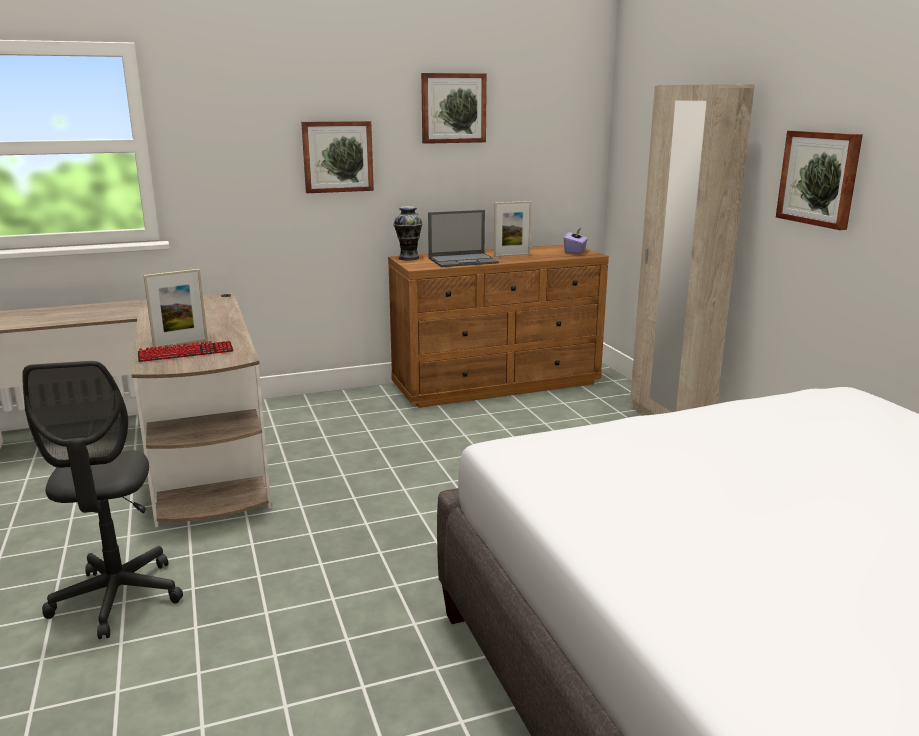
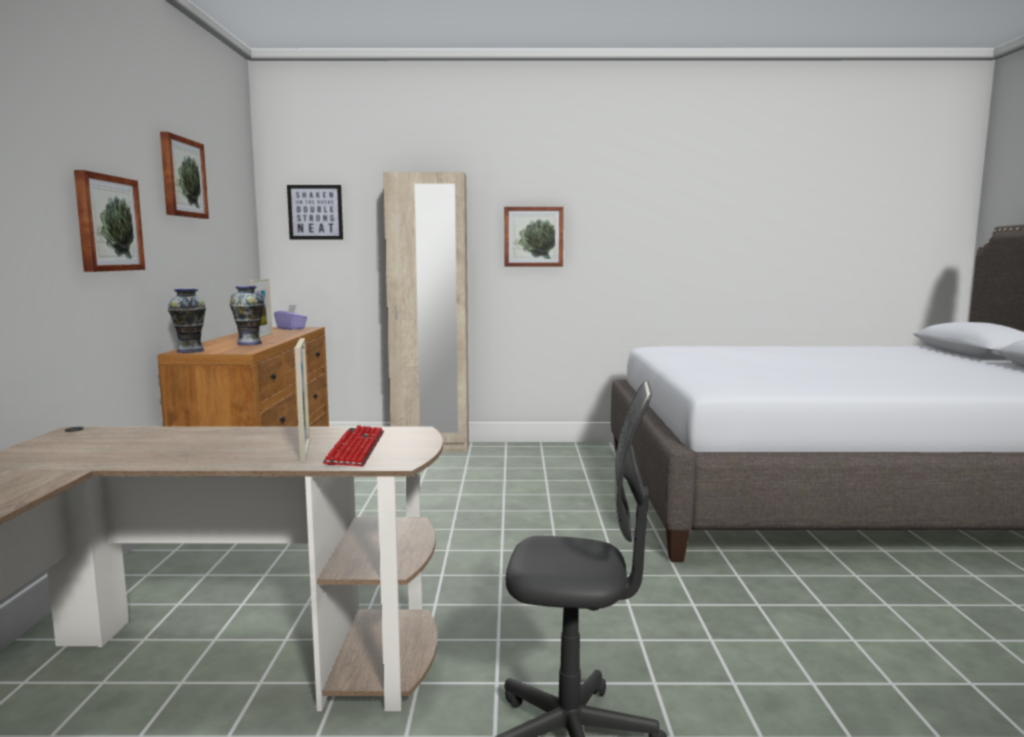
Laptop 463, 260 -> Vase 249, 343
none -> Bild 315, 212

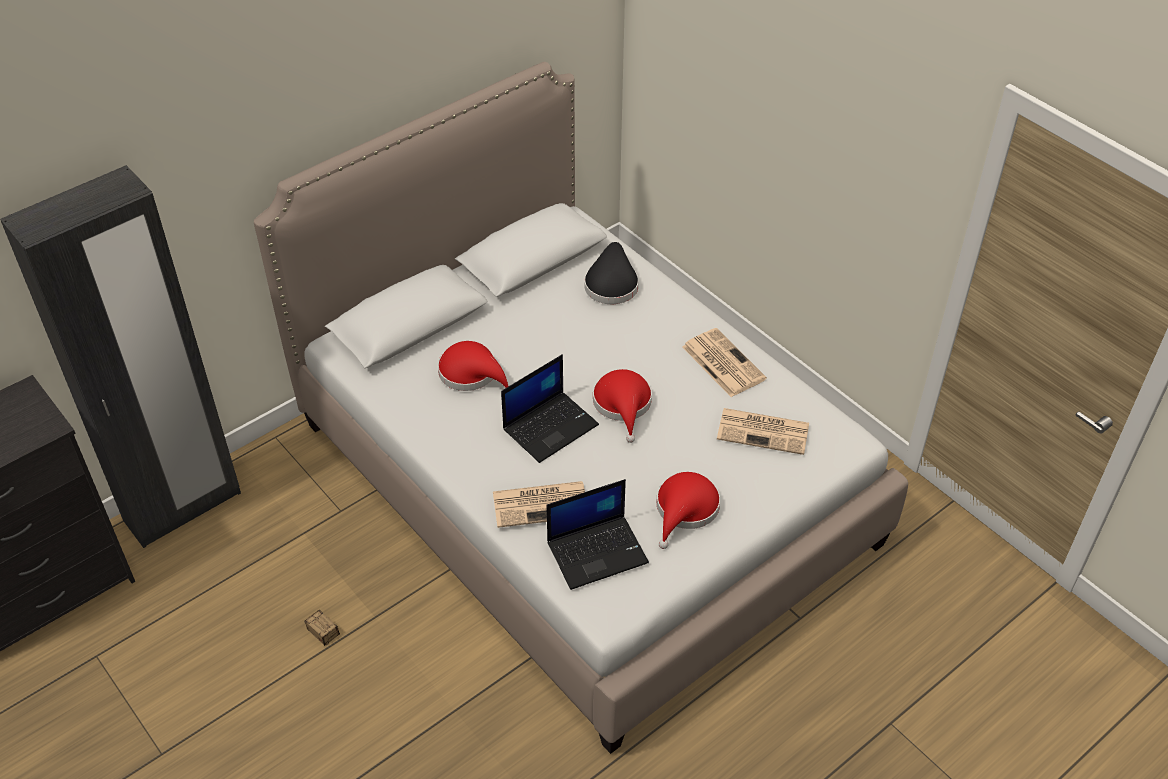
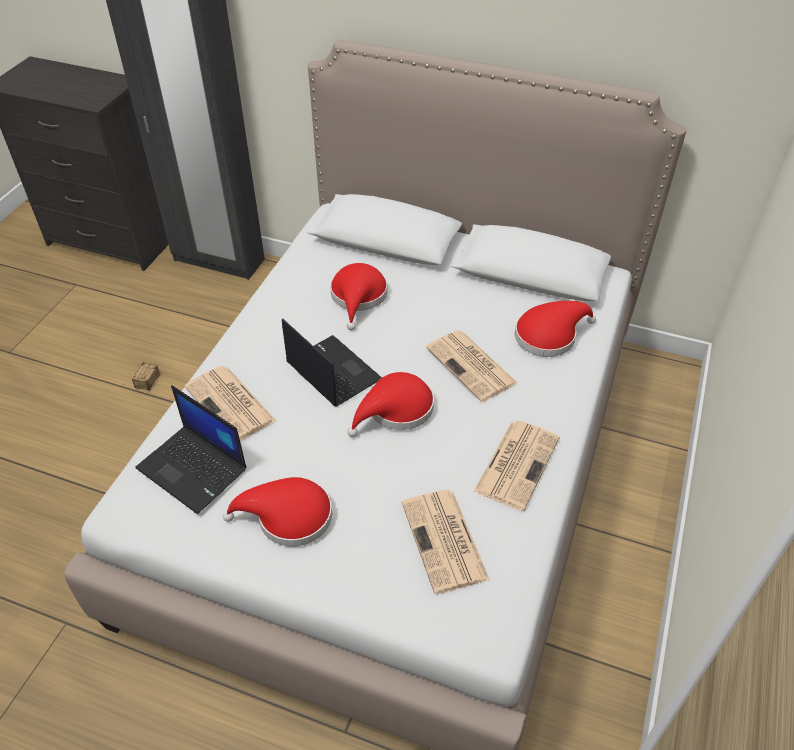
Hut (schwarz) 611, 283 -> Hut (rot) 549, 335
Laptop 550, 426 -> Laptop 332, 371, 150 degrees counterclockwise
none -> Zeitung 472, 366

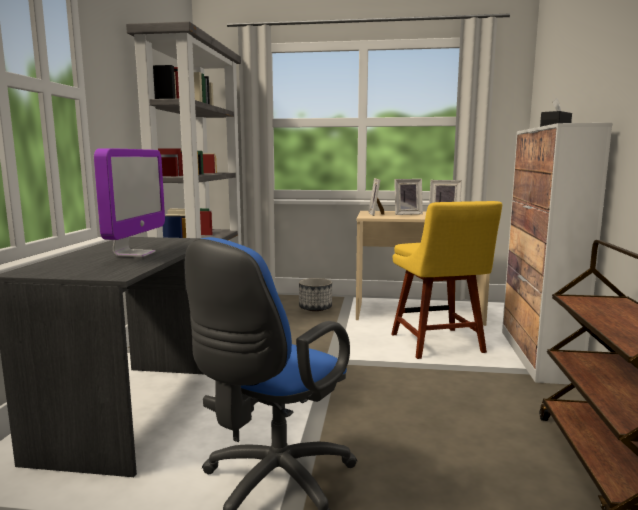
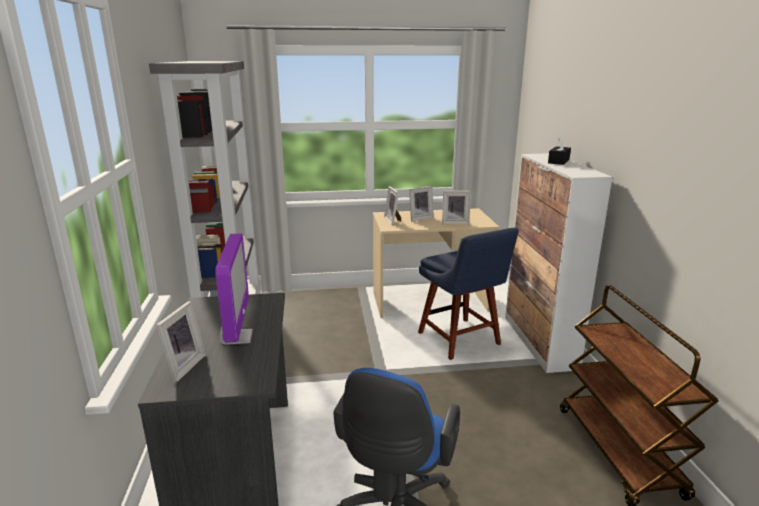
Stuhl (gelb) 438, 344 -> Stuhl (blau) 461, 340
Pflanzkübel 315, 308 -> none
none -> Bilderrahmen 182, 366

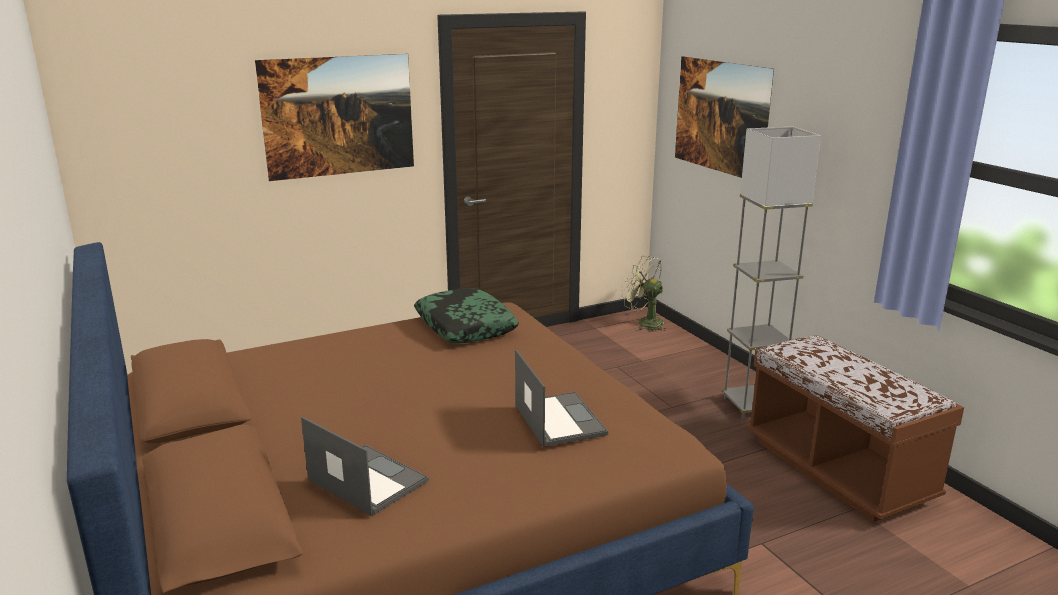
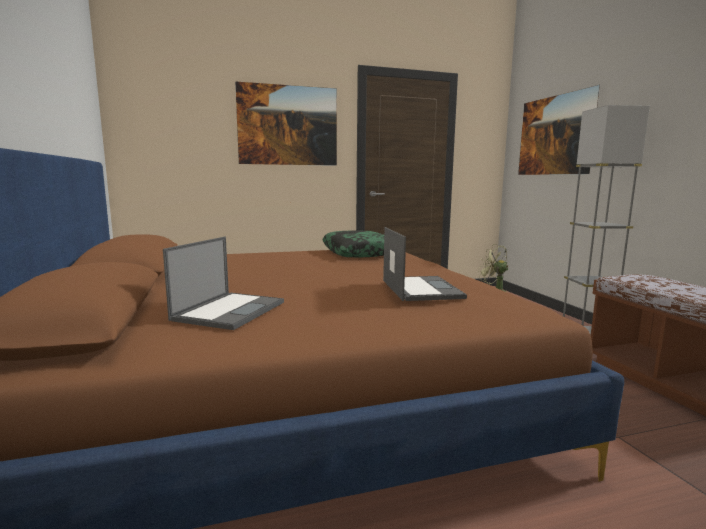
Laptop 366, 480 -> Laptop 230, 310, 60 degrees clockwise

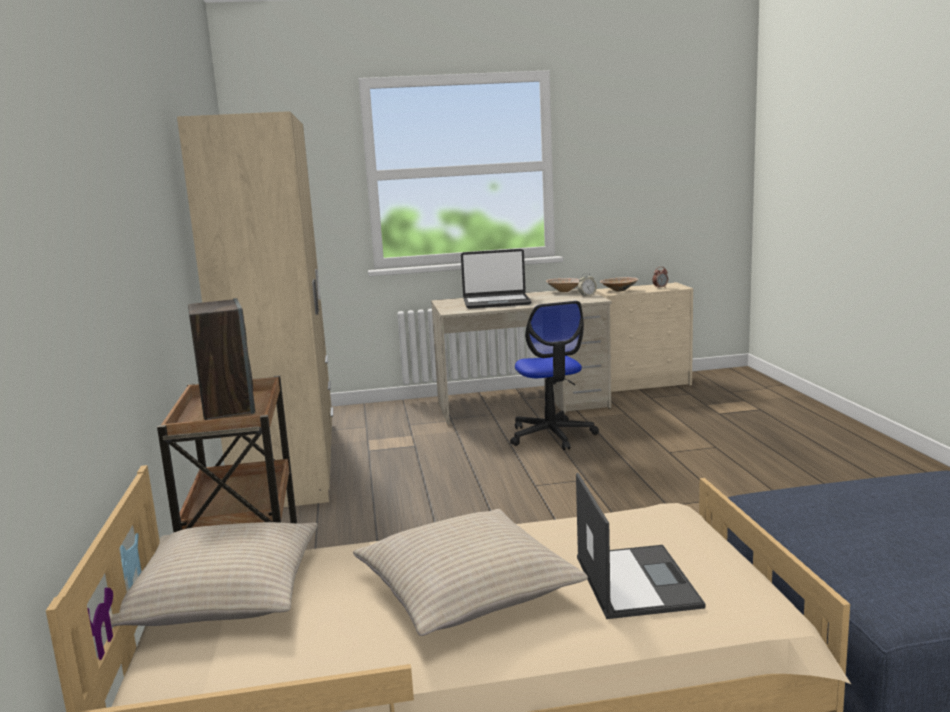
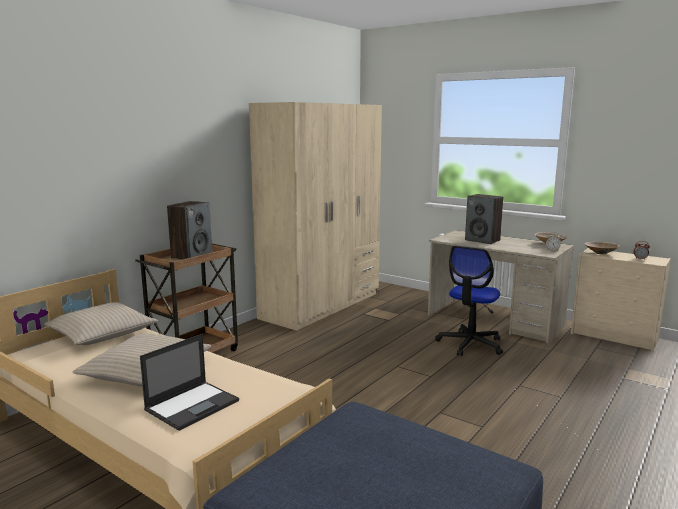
Laptop 496, 302 -> Lautsprecher 483, 240

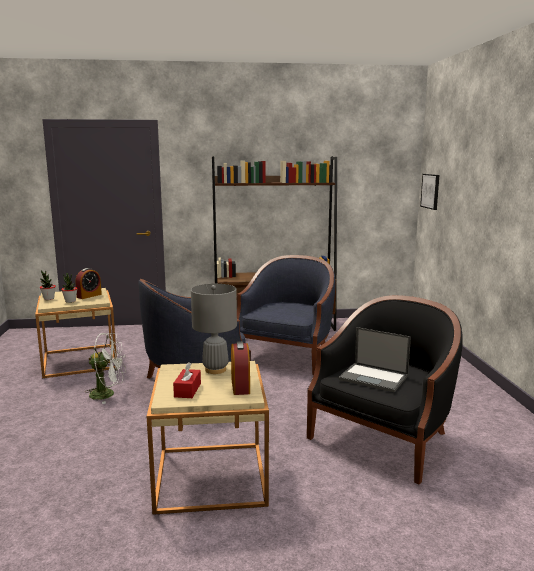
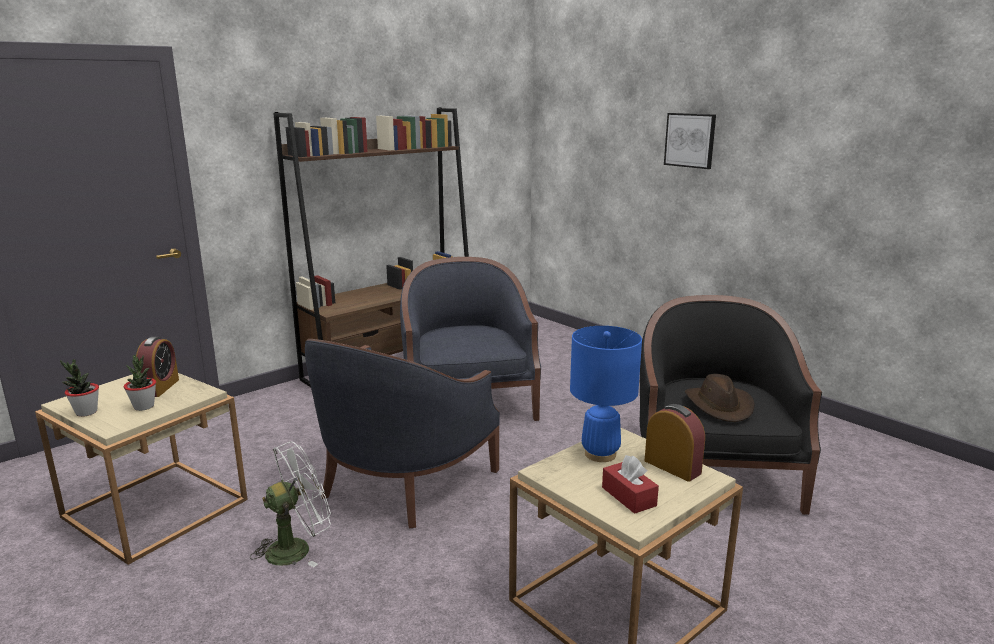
Bild 430, 191 -> Bild 690, 140, move
Tischlampe (grau) 215, 369 -> Tischlampe (blau) 600, 454
Laptop 374, 378 -> Hut (braun) 719, 405

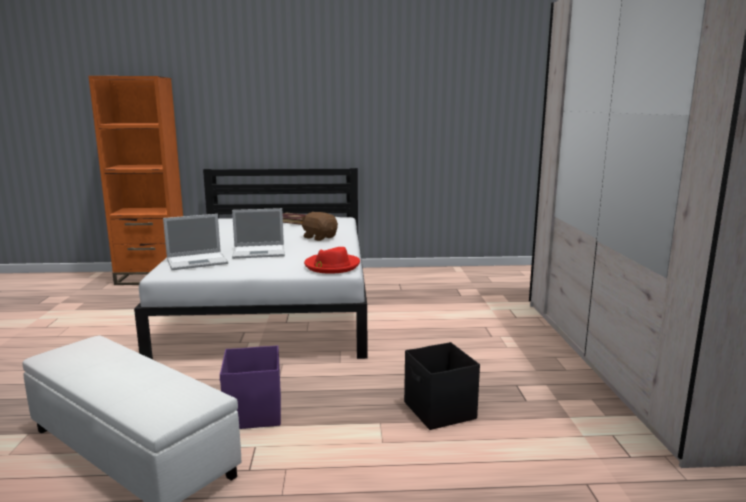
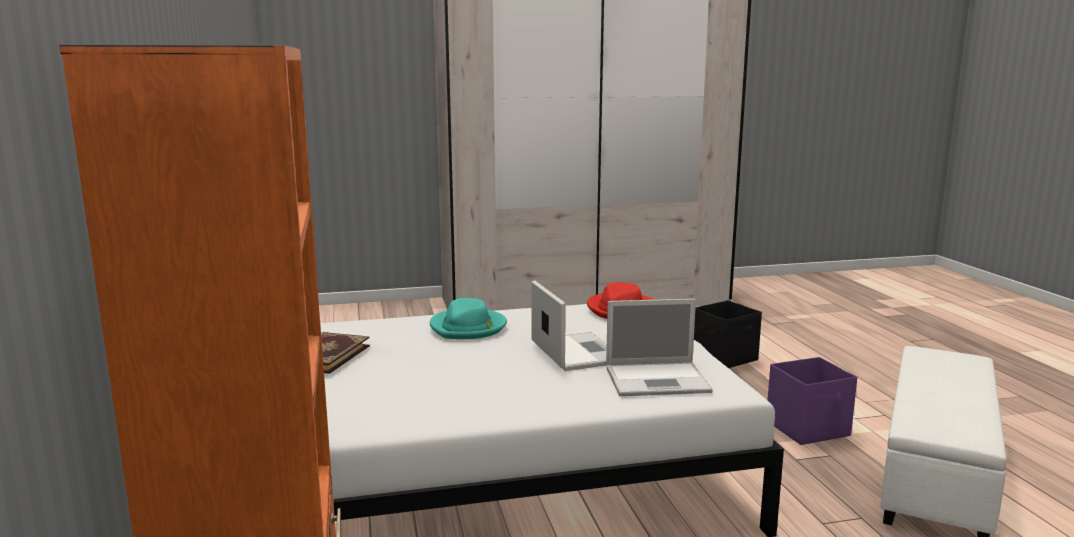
Plüschtier (braun) 319, 237 -> Hut (türkis) 468, 327
Laptop 198, 261 -> Laptop 659, 379, 120 degrees clockwise

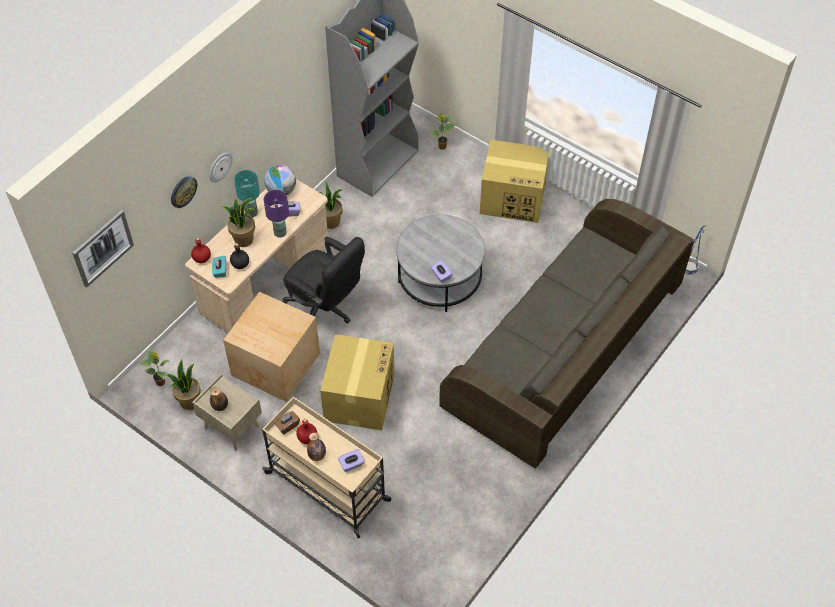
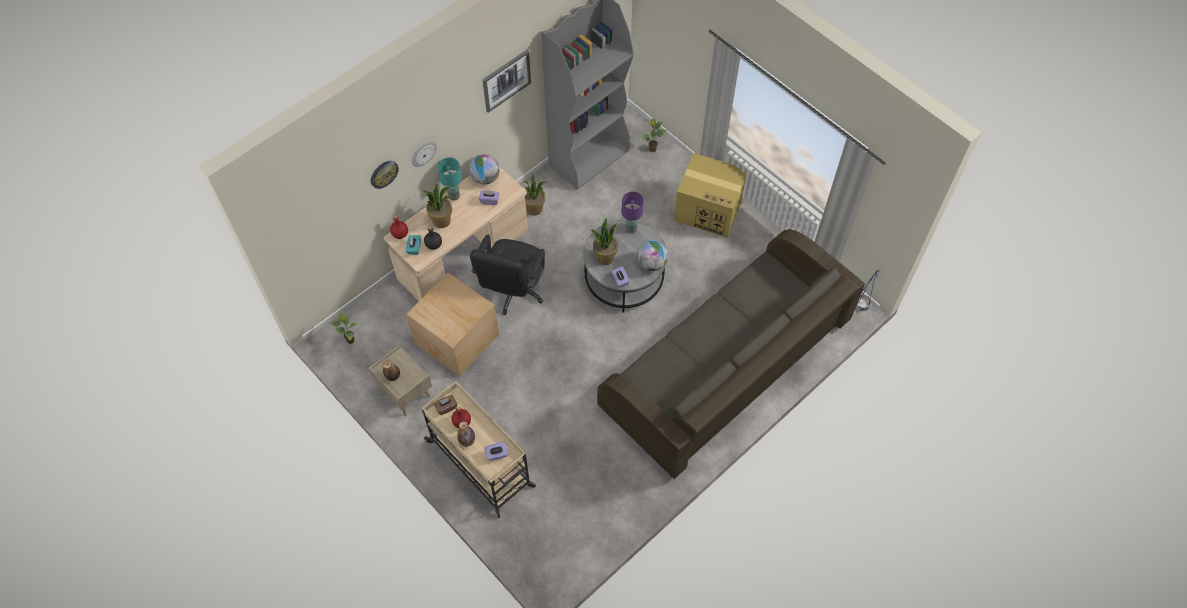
Tischlampe (lila) 279, 233 -> Tischlampe (lila) 631, 228, move
Bild 102, 248 -> Bild 506, 80, move
Bürostuhl (schwarz) 325, 308 -> Bürostuhl (schwarz) 513, 292, 60 degrees clockwise
Karton 359, 396 -> none
Topfpflanze 189, 401 -> Topfpflanze 604, 257, move
none -> Globus 651, 264

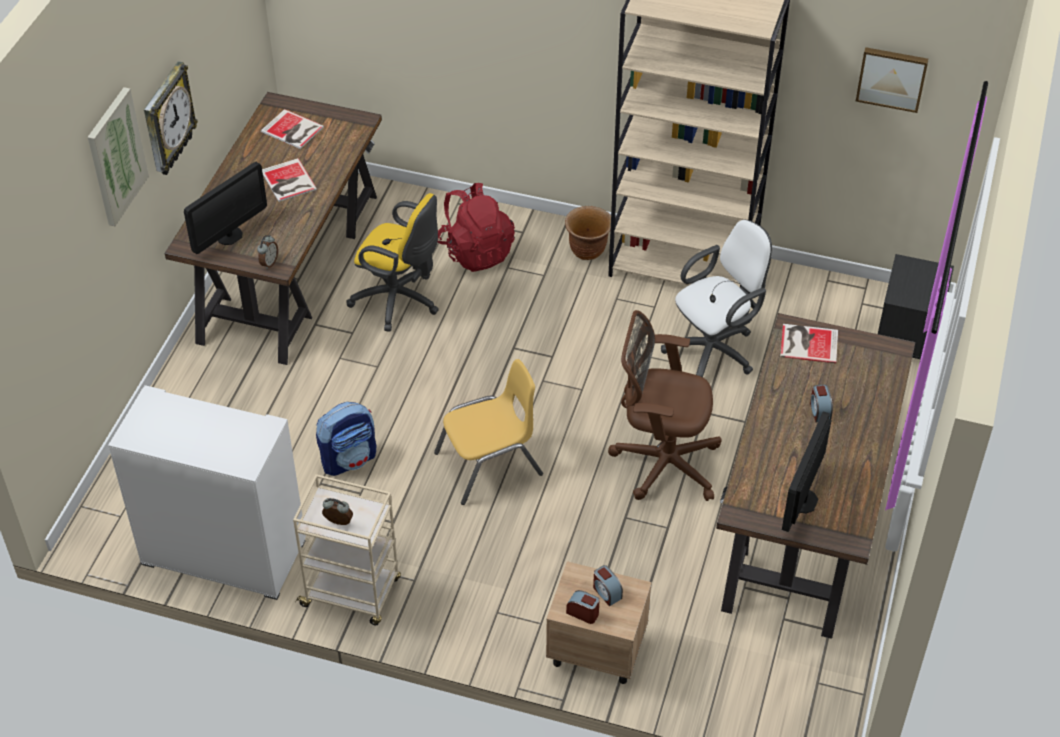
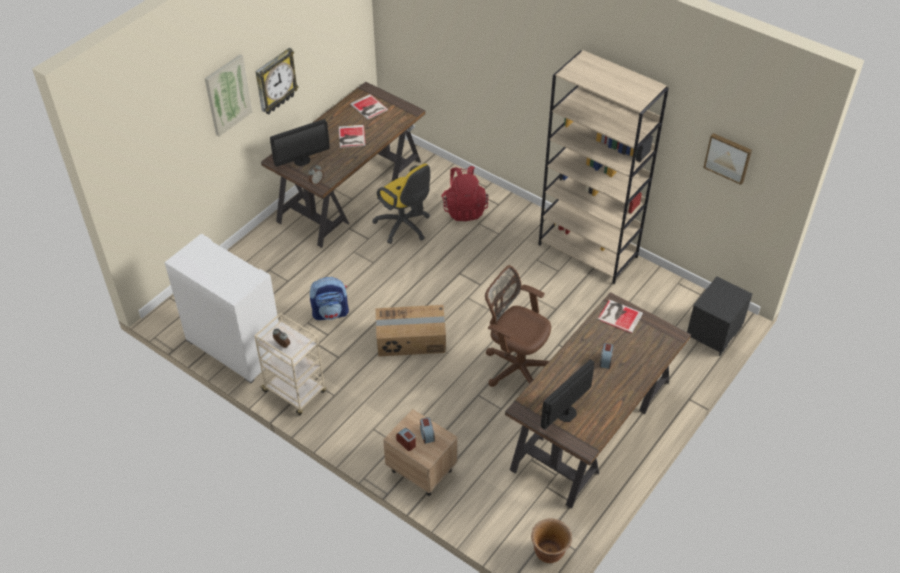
Pflanzkübel (braun) 587, 250 -> Pflanzkübel (braun) 549, 552, move
Bürostuhl (weiß) 715, 350 -> none
Stuhl (gelb) 489, 465 -> Karton 411, 339

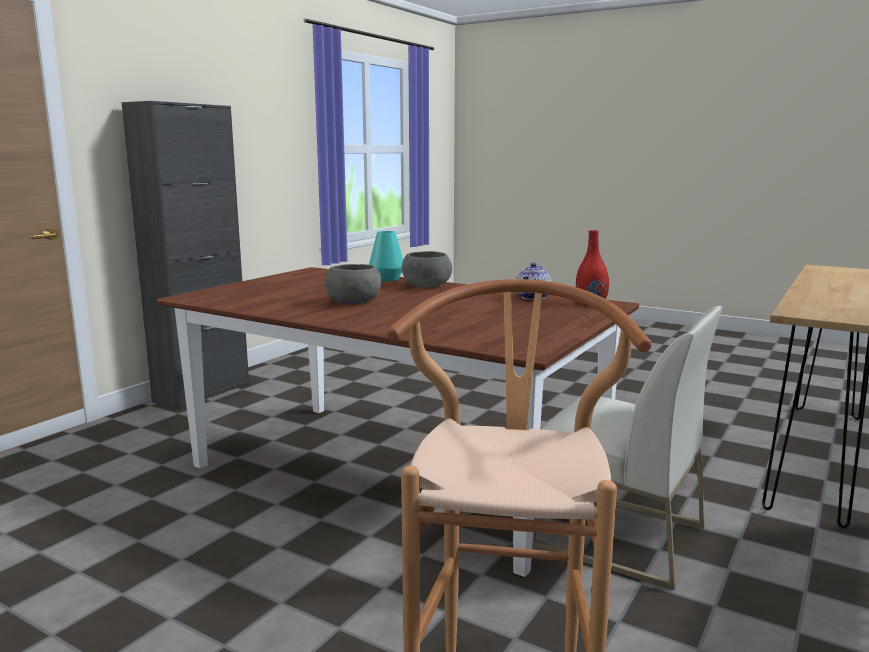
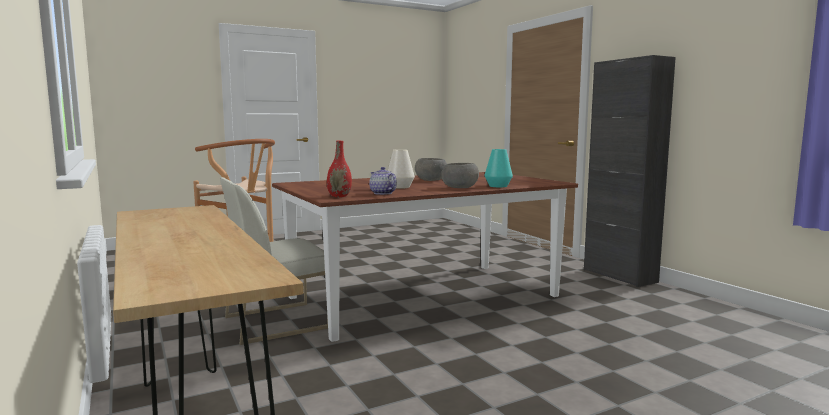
none -> Vase (weiß) 400, 187

